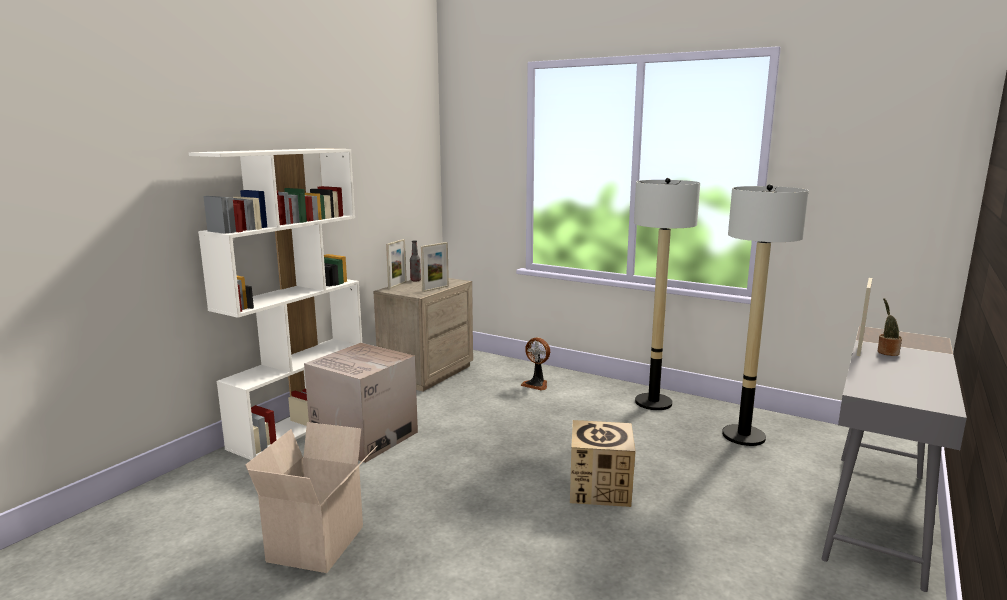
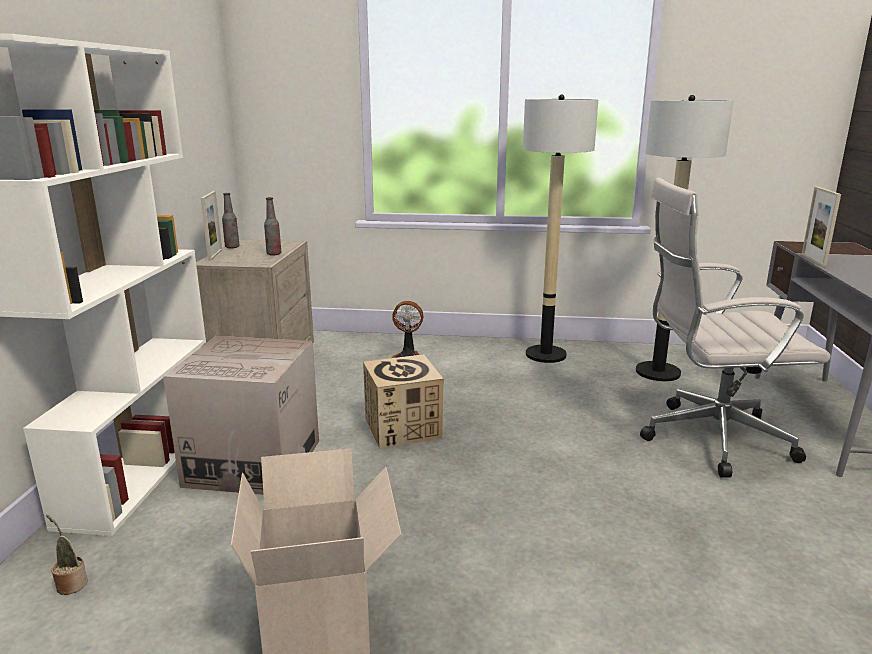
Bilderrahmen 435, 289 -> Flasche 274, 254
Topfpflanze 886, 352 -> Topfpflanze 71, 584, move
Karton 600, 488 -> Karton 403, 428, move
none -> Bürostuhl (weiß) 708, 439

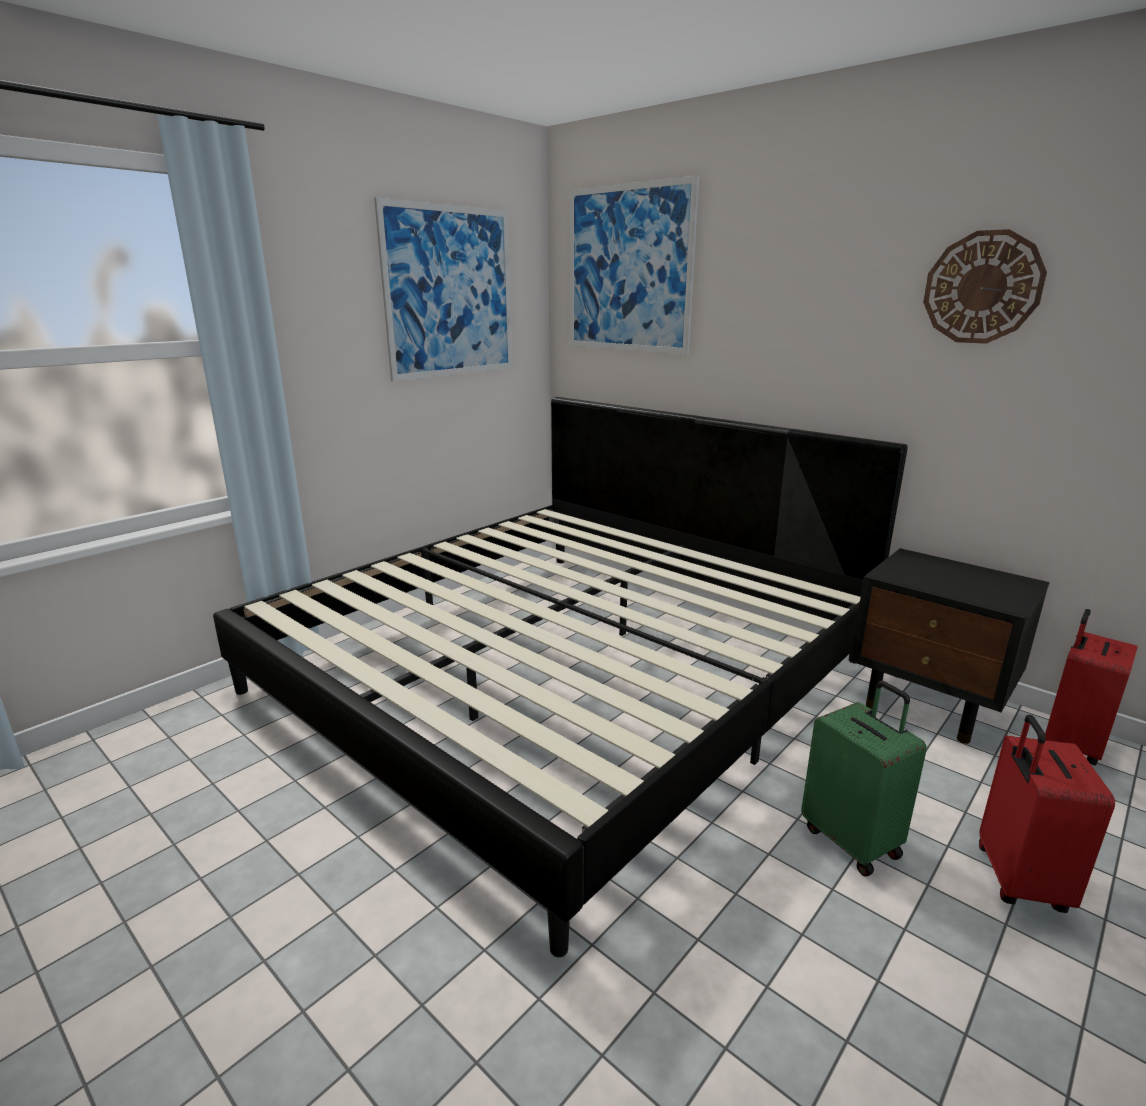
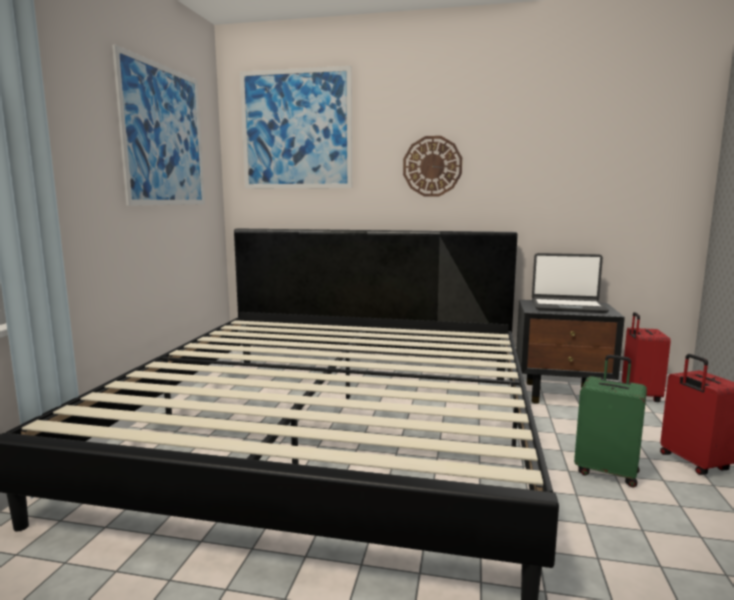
Wanduhr 982, 288 -> Wanduhr 432, 166, move
none -> Laptop 567, 307

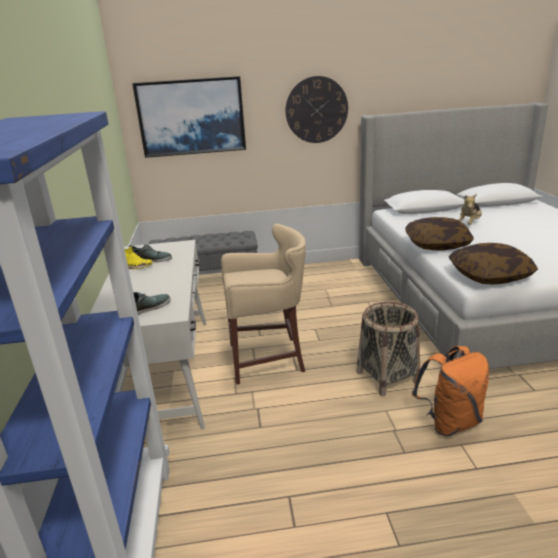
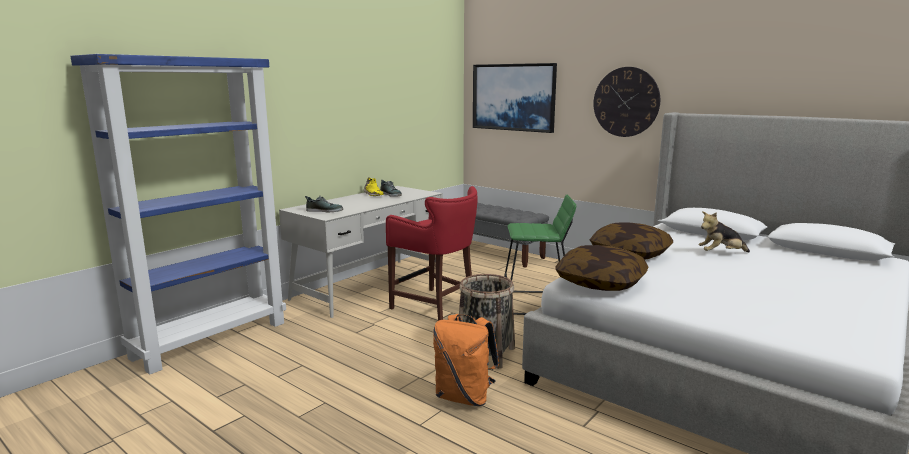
Hocker (beige) 269, 358 -> Hocker (rot) 436, 306
none -> Hocker (grün) 536, 303

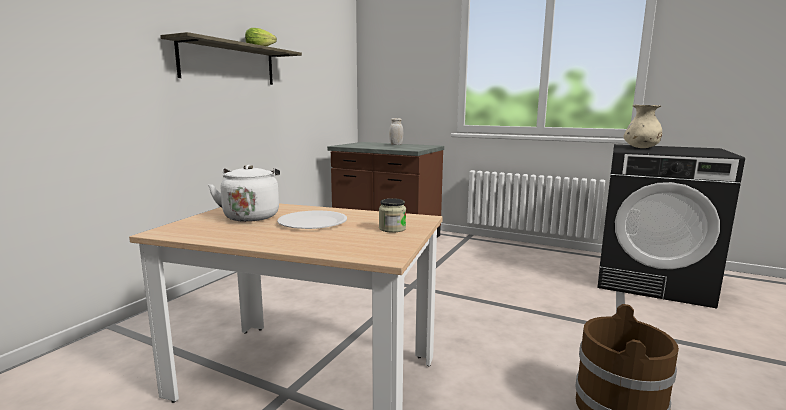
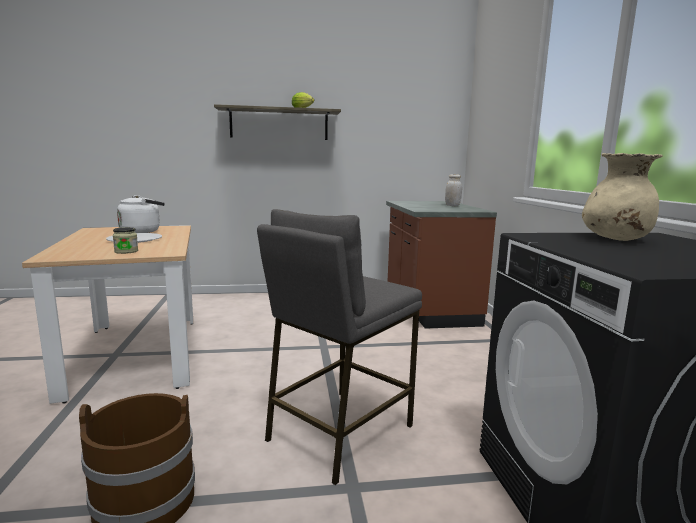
none -> Hocker (grau) 339, 432

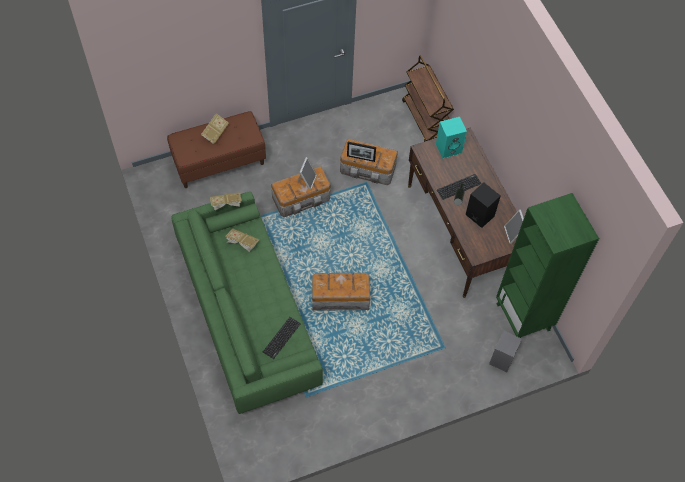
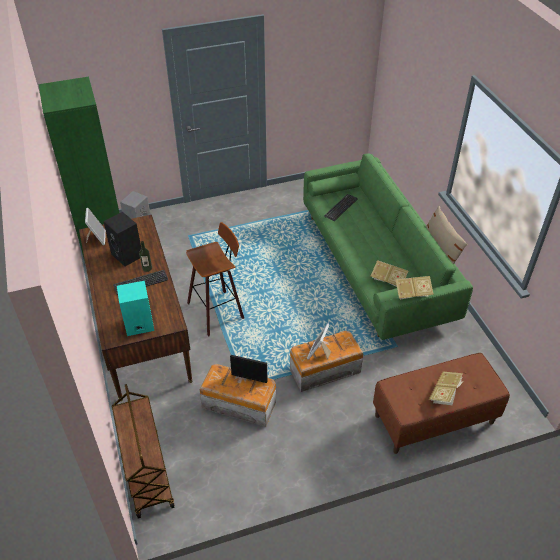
Aufbewahrungsbox 339, 297 -> none
none -> Kissen (beige) 442, 247
none -> Hocker 217, 311

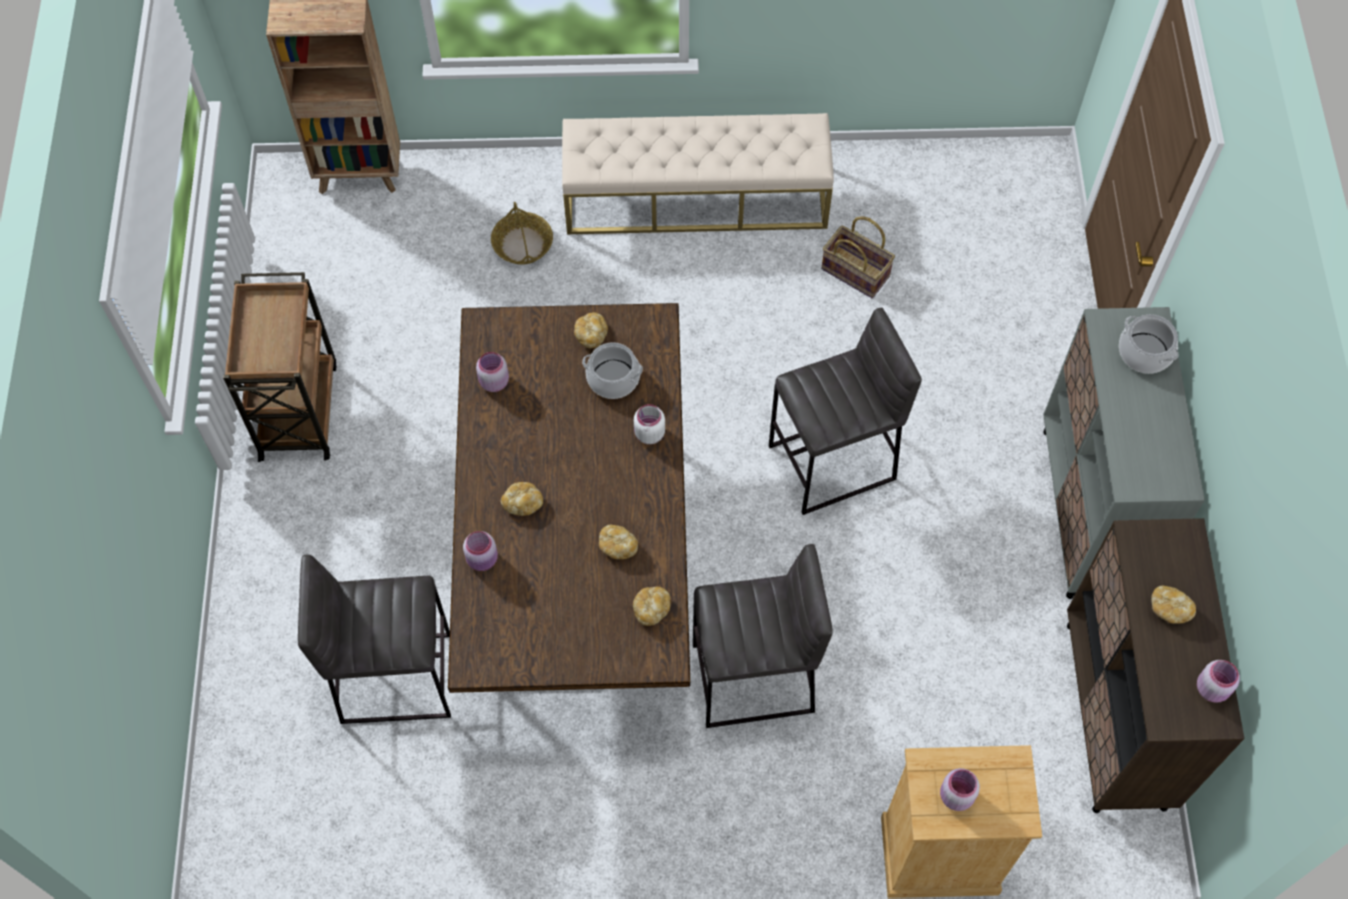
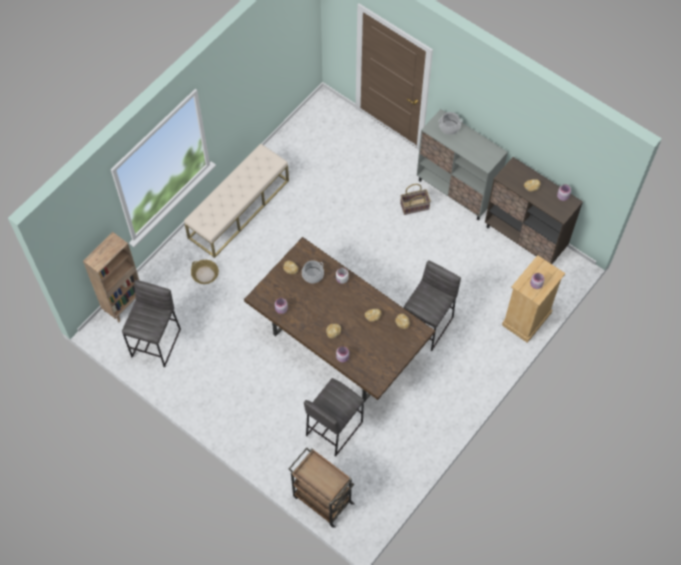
Korb 856, 272 -> Korb 414, 206, move
Rollwagen (braun) 298, 409 -> Rollwagen (braun) 322, 499, move
Hocker (grau) 833, 463 -> Hocker (grau) 157, 342, move

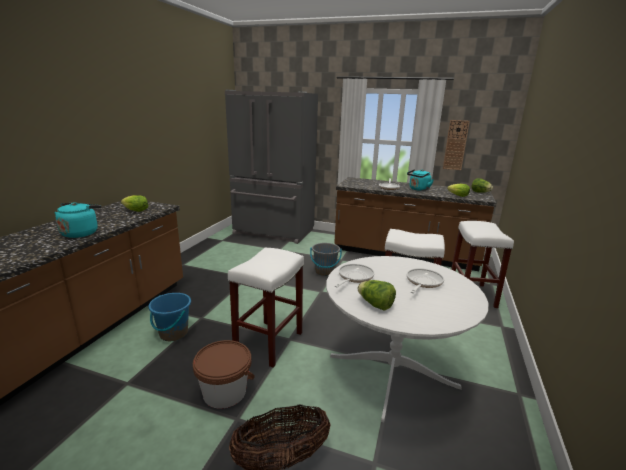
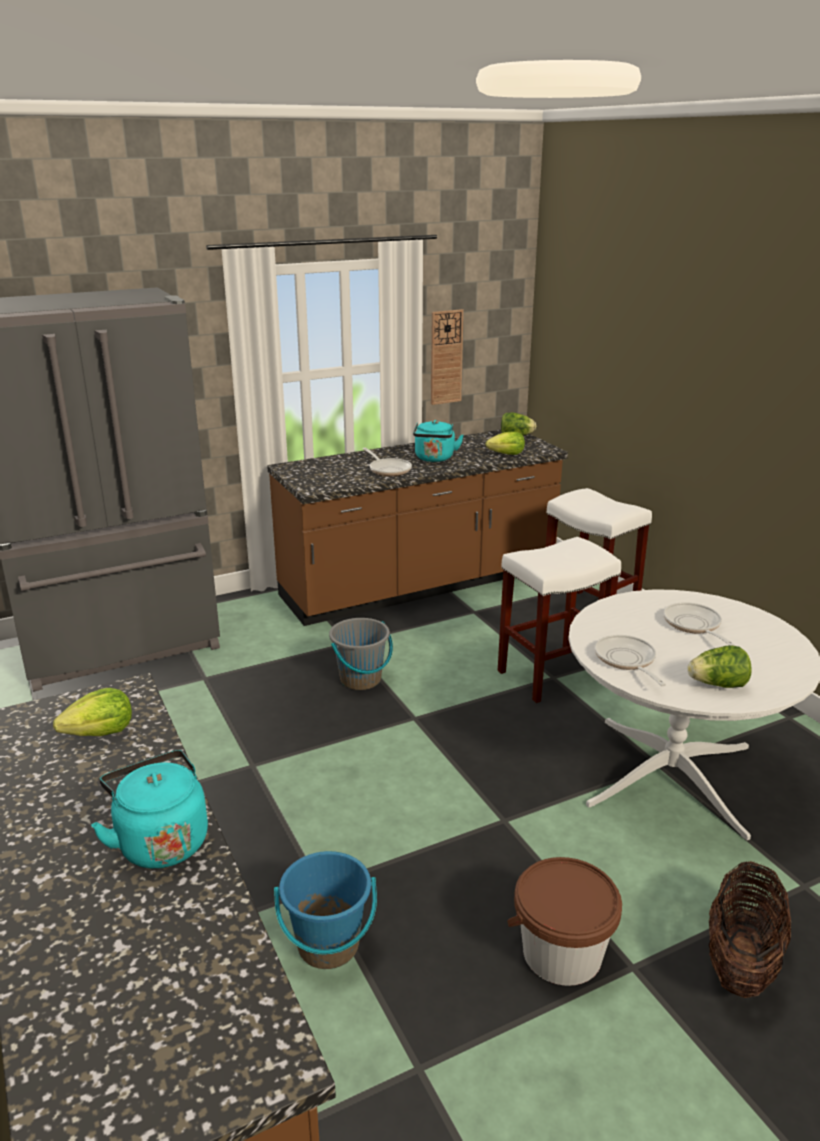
Hocker (weiß) 269, 342 -> none

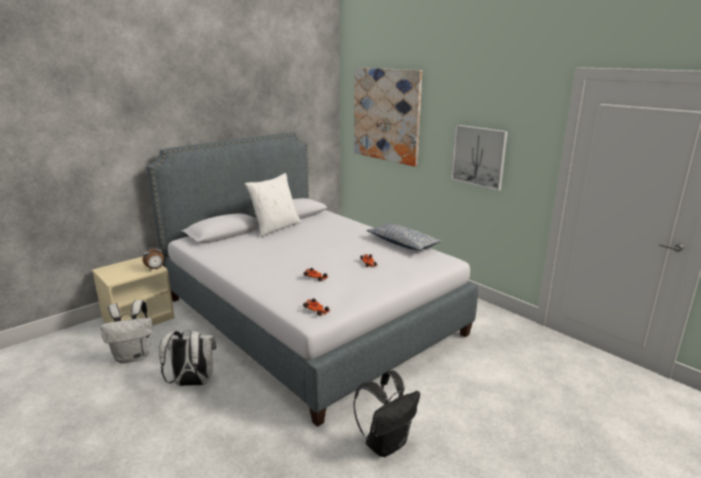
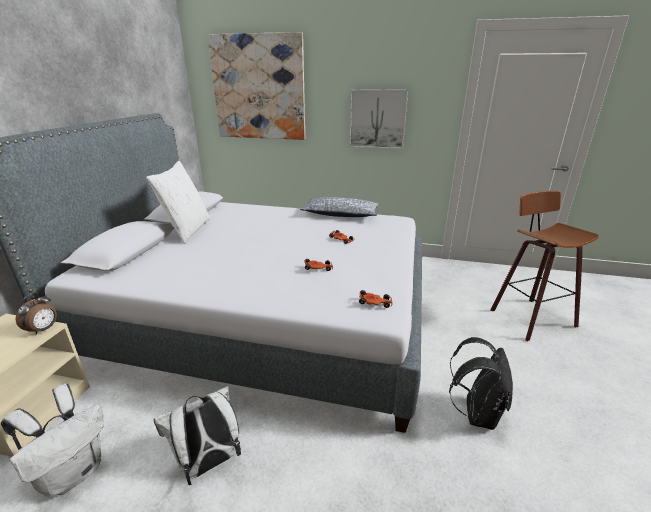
none -> Hocker 529, 317

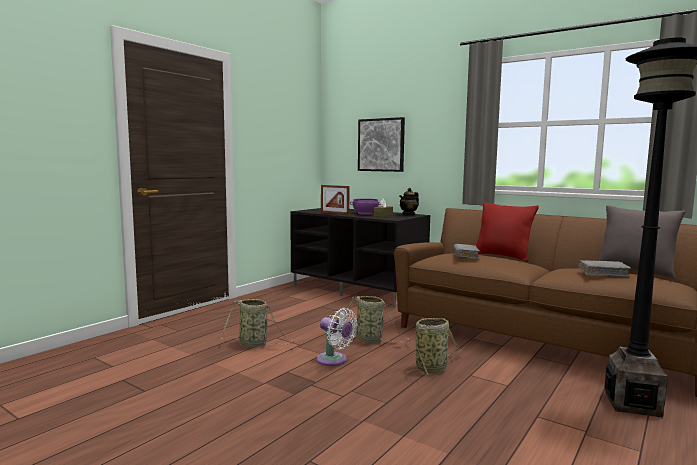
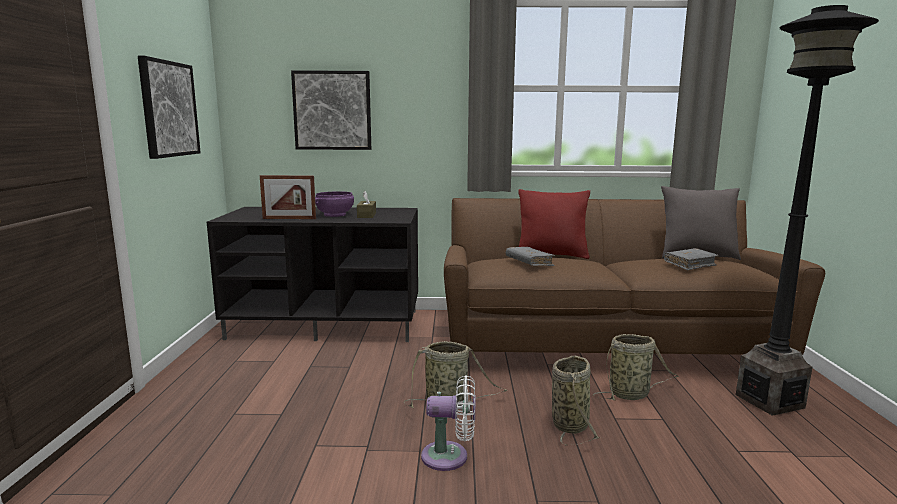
Teekanne 409, 214 -> none
Korb 255, 344 -> Korb 631, 394, move
none -> Bild 168, 109

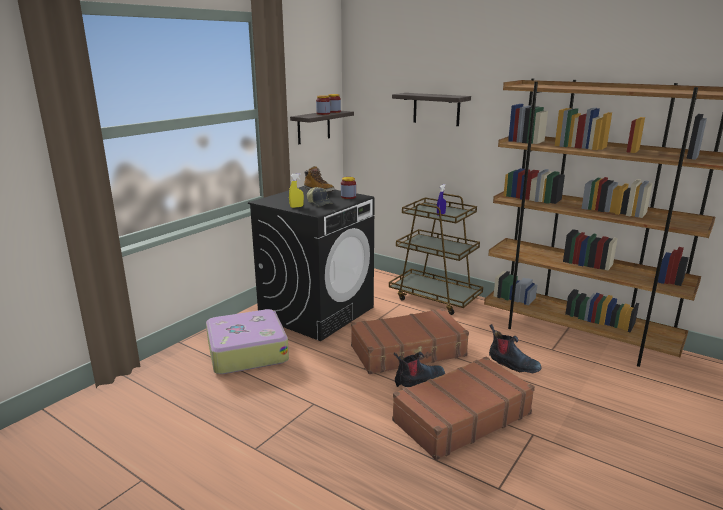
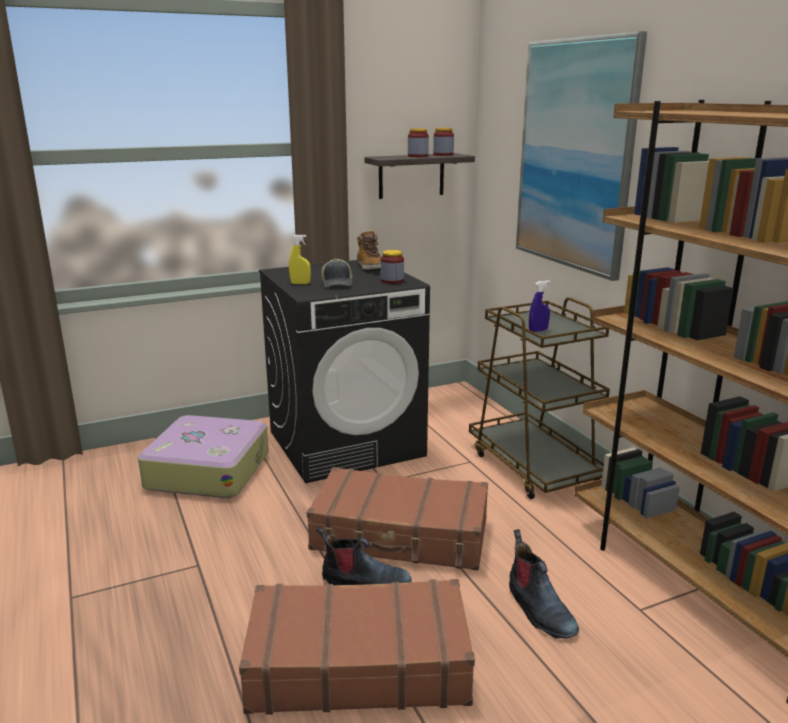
Wandregal 436, 109 -> Bild 575, 155

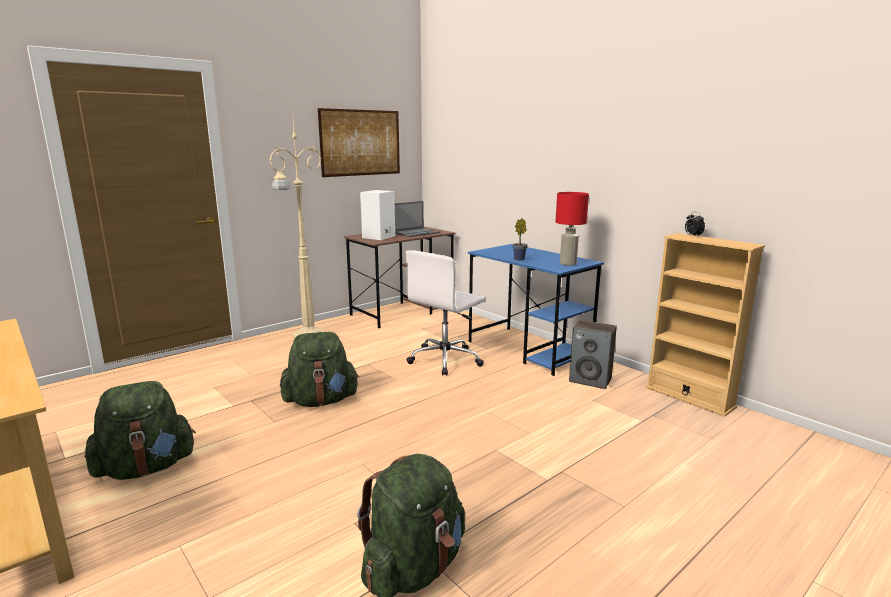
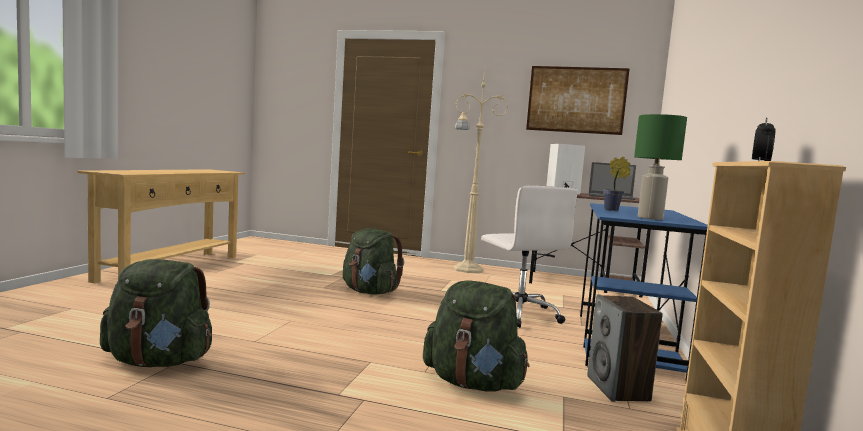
Tischlampe (rot) 568, 264 -> Tischlampe (grün) 650, 218
Bürostuhl (weiß) 446, 359 -> Bürostuhl (weiß) 518, 314, 120 degrees counterclockwise
Rucksack (grün) 146, 468 -> Rucksack (grün) 473, 383, move

